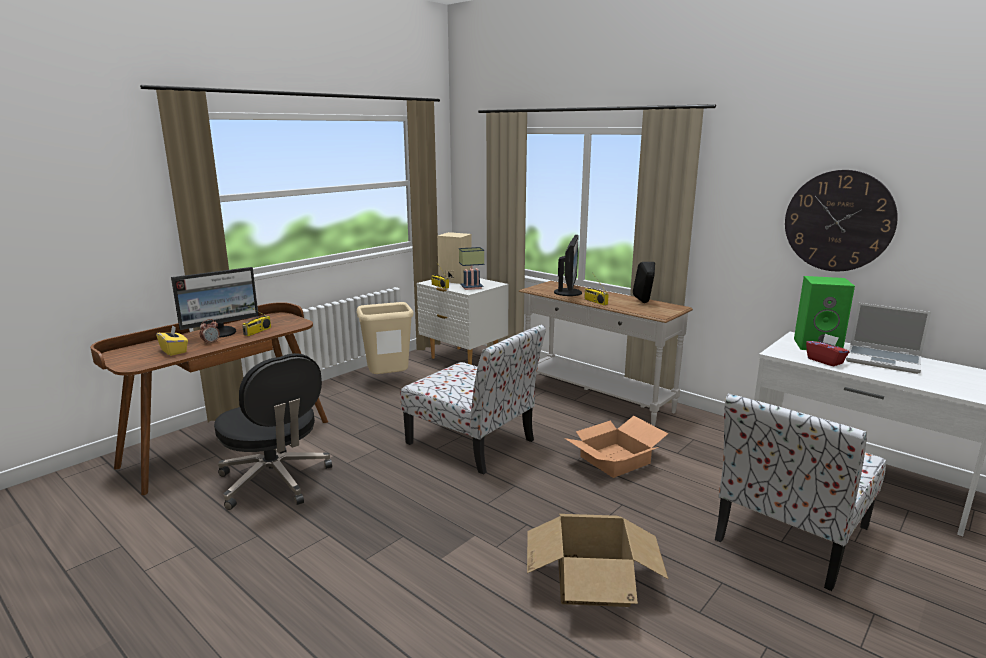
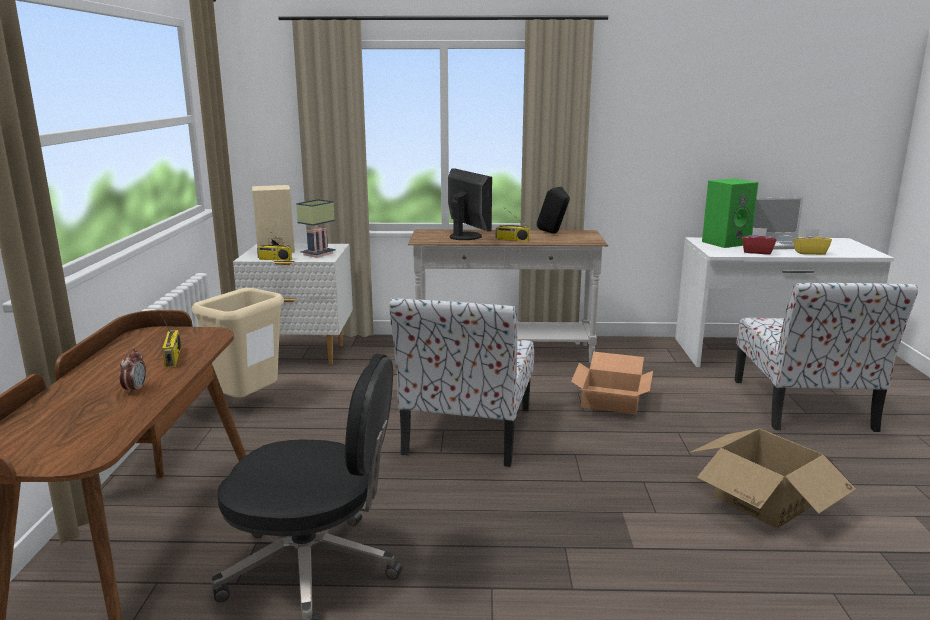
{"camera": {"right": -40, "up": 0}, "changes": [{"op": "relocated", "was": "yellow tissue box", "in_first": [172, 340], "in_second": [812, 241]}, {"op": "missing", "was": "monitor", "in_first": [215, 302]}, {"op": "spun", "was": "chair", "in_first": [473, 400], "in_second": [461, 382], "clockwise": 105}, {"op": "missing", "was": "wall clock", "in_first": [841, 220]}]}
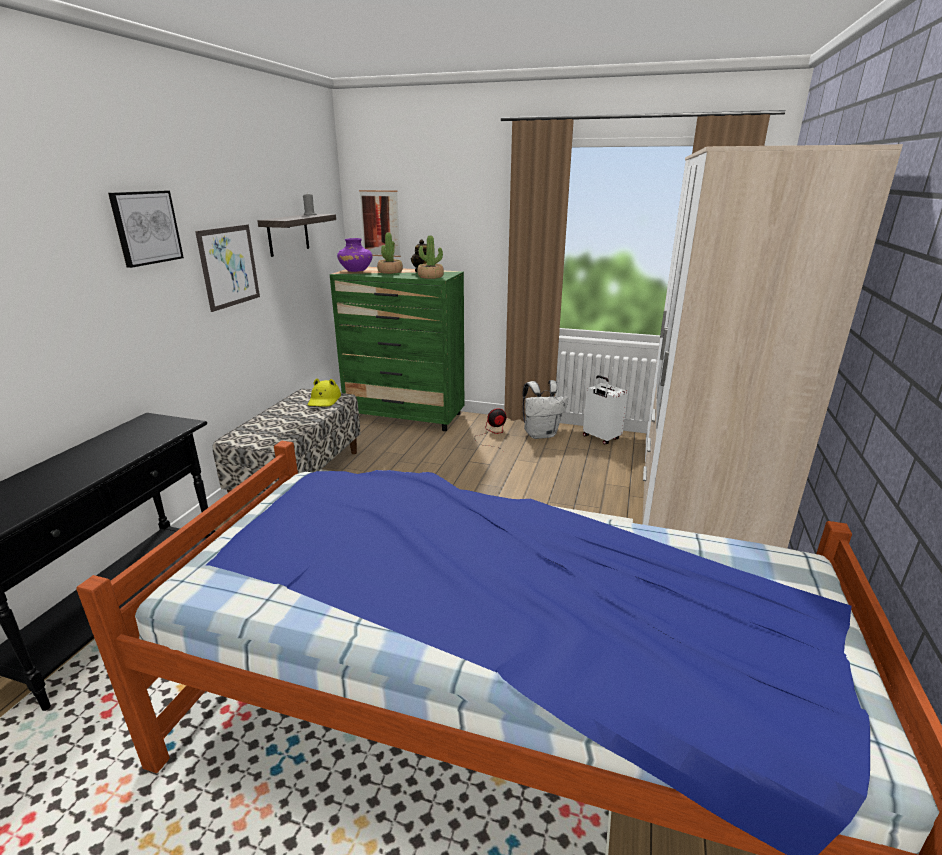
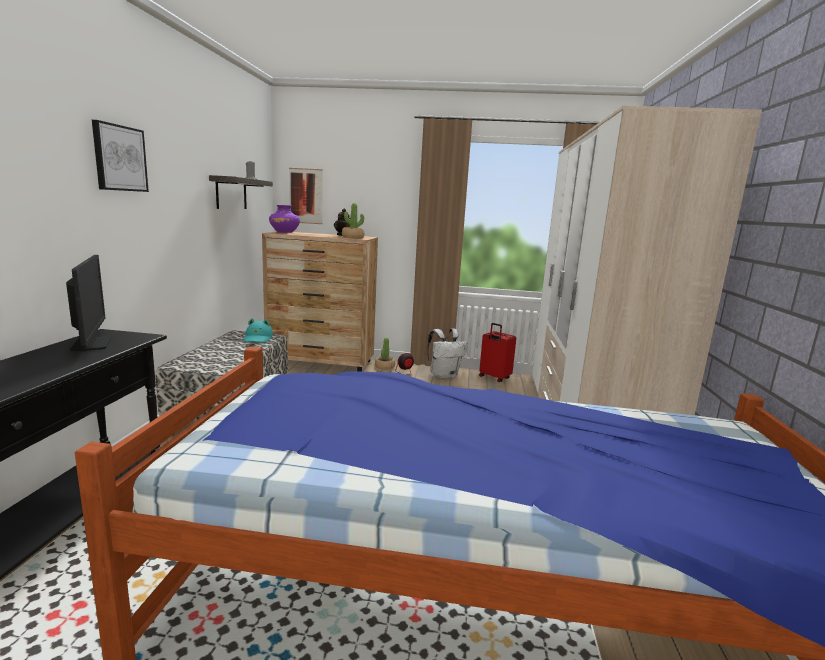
{"camera": {"right": -10, "up": -10}, "changes": [{"op": "missing", "was": "picture", "in_first": [227, 268]}, {"op": "colour", "was": "yellow hat", "now": "turquoise hat", "in_first": [324, 392], "in_second": [258, 330]}, {"op": "colour", "was": "green dresser", "now": "brown dresser", "in_first": [397, 349], "in_second": [320, 302]}, {"op": "relocated", "was": "potted plant", "in_first": [390, 253], "in_second": [385, 354]}, {"op": "colour", "was": "white suitcase", "now": "red suitcase", "in_first": [605, 410], "in_second": [497, 352]}, {"op": "appeared", "now": "monitor", "in_second": [88, 303]}]}
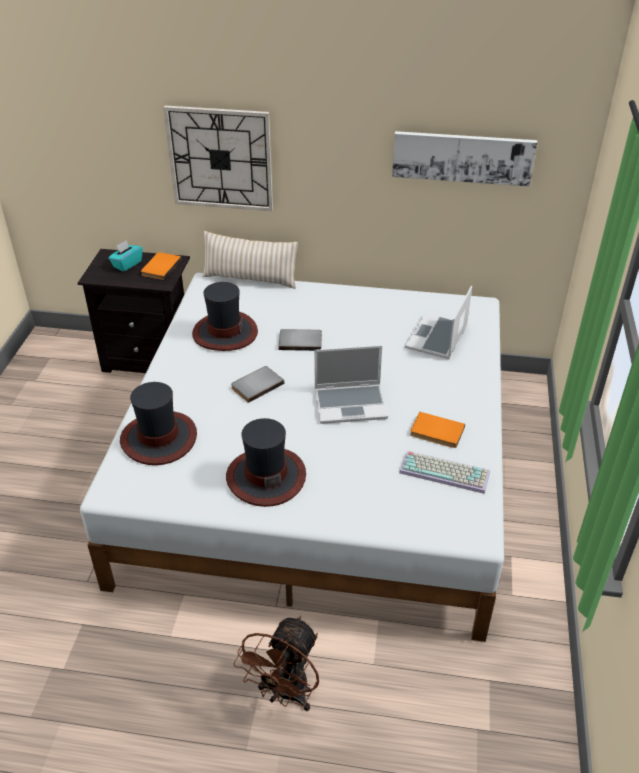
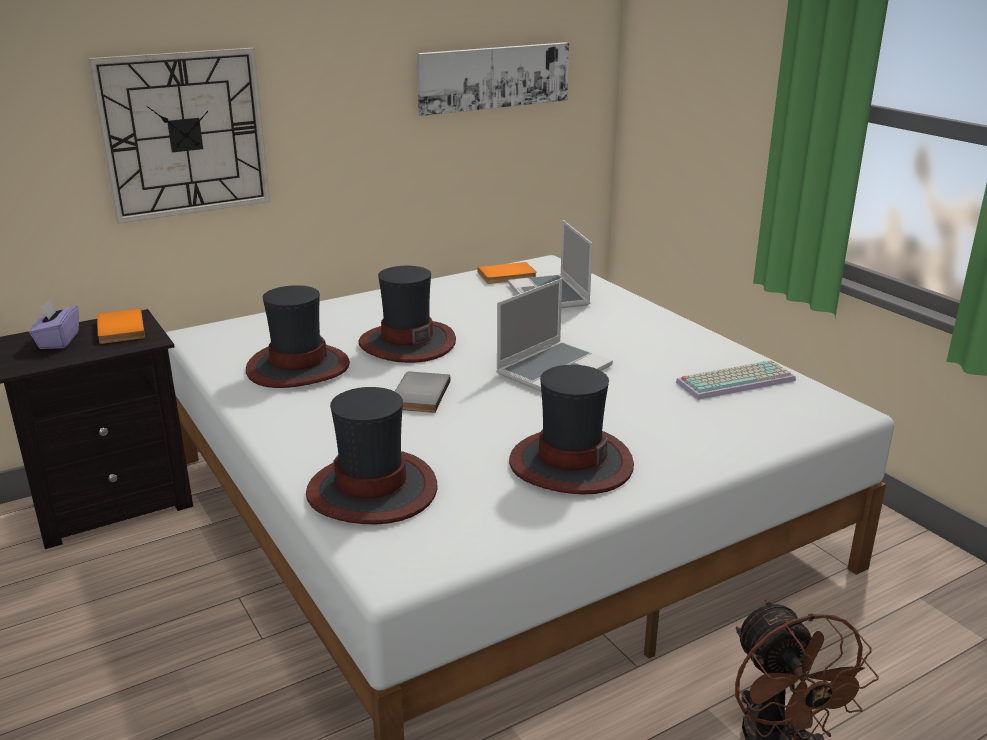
{"camera": {"right": -40, "up": -15}, "changes": [{"op": "colour", "was": "turquoise tissue box", "now": "purple tissue box", "in_first": [125, 256], "in_second": [54, 324]}, {"op": "missing", "was": "beige pillow", "in_first": [250, 260]}, {"op": "exchanged", "was": "grey book", "now": "hat", "in_first": [300, 340], "in_second": [407, 314]}, {"op": "relocated", "was": "orange book", "in_first": [437, 430], "in_second": [507, 273]}]}
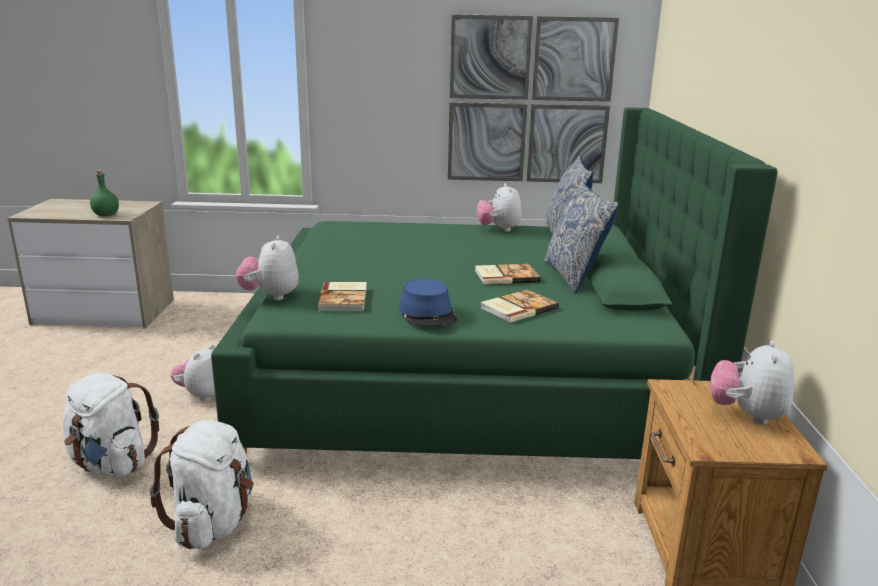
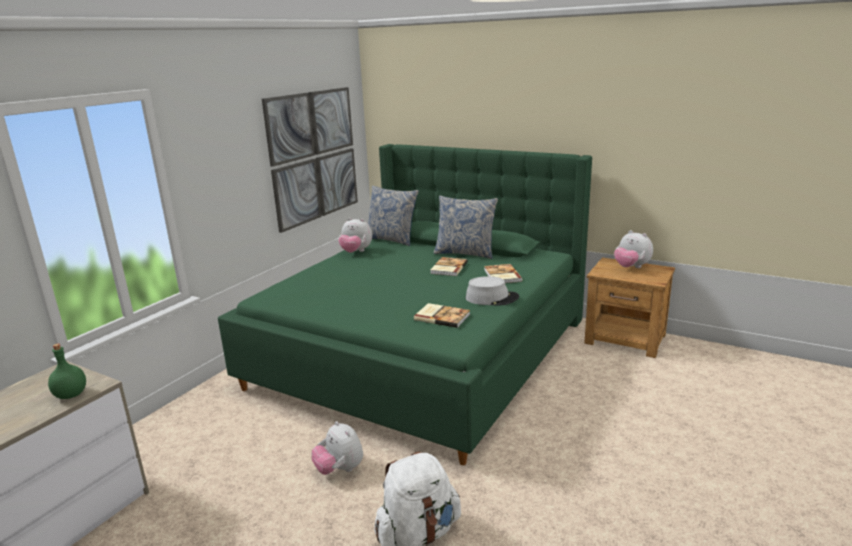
{"camera": {"right": -60, "up": 0}, "changes": [{"op": "missing", "was": "white backpack", "in_first": [202, 484]}, {"op": "missing", "was": "plush toy", "in_first": [267, 268]}, {"op": "colour", "was": "blue hat", "now": "grey hat", "in_first": [428, 303], "in_second": [492, 290]}]}
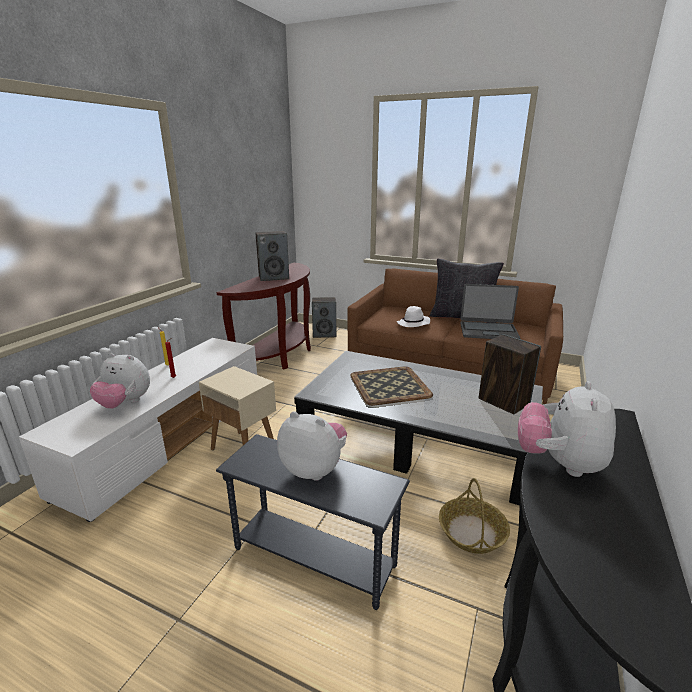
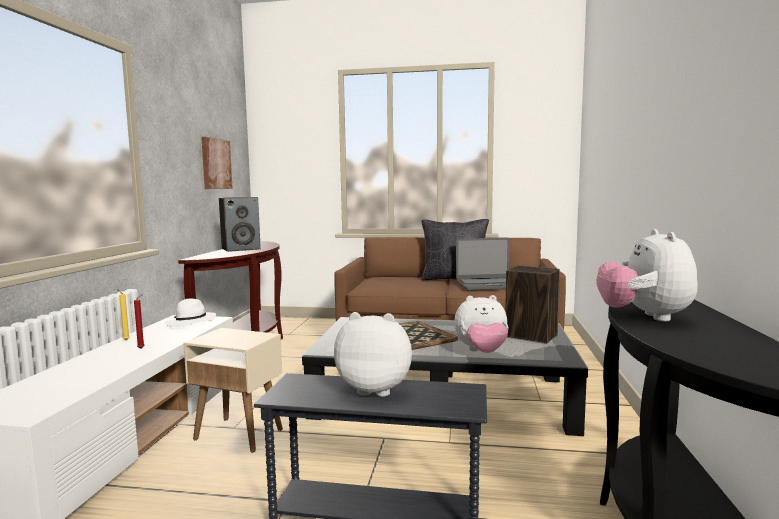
{"camera": {"right": -15, "up": -15}, "changes": [{"op": "relocated", "was": "plush toy", "in_first": [120, 381], "in_second": [481, 324]}, {"op": "missing", "was": "speaker", "in_first": [324, 317]}, {"op": "relocated", "was": "white hat", "in_first": [413, 316], "in_second": [190, 312]}, {"op": "missing", "was": "basket", "in_first": [474, 516]}, {"op": "appeared", "now": "picture", "in_second": [217, 163]}]}
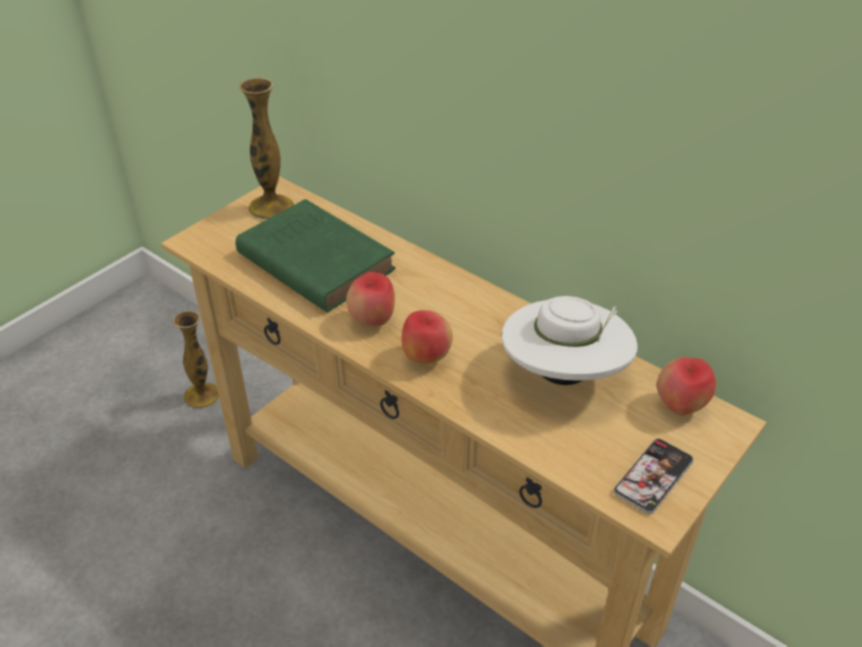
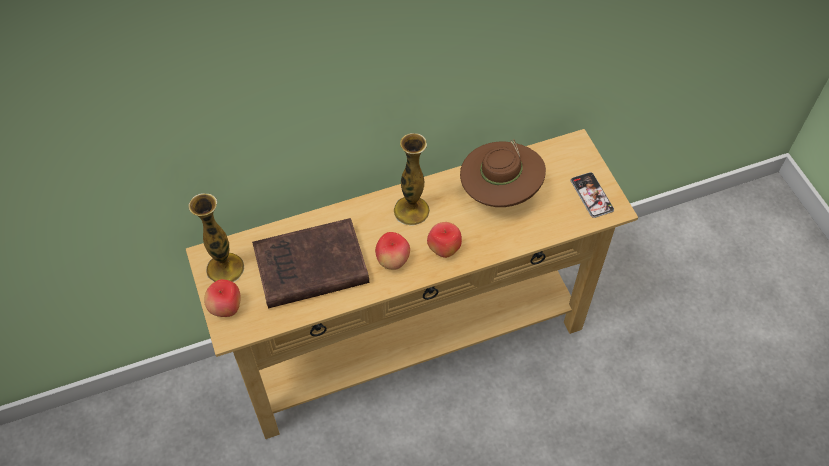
{"camera": {"right": -60, "up": 15}, "changes": [{"op": "relocated", "was": "vase", "in_first": [196, 359], "in_second": [412, 179]}, {"op": "colour", "was": "green book", "now": "brown book", "in_first": [316, 255], "in_second": [311, 263]}, {"op": "colour", "was": "white hat", "now": "brown hat", "in_first": [569, 340], "in_second": [503, 173]}, {"op": "relocated", "was": "apple", "in_first": [686, 386], "in_second": [222, 298]}]}
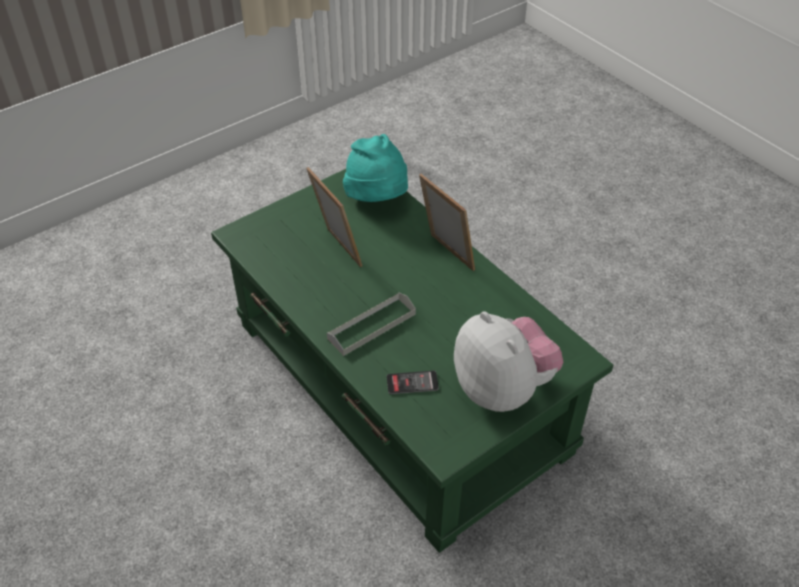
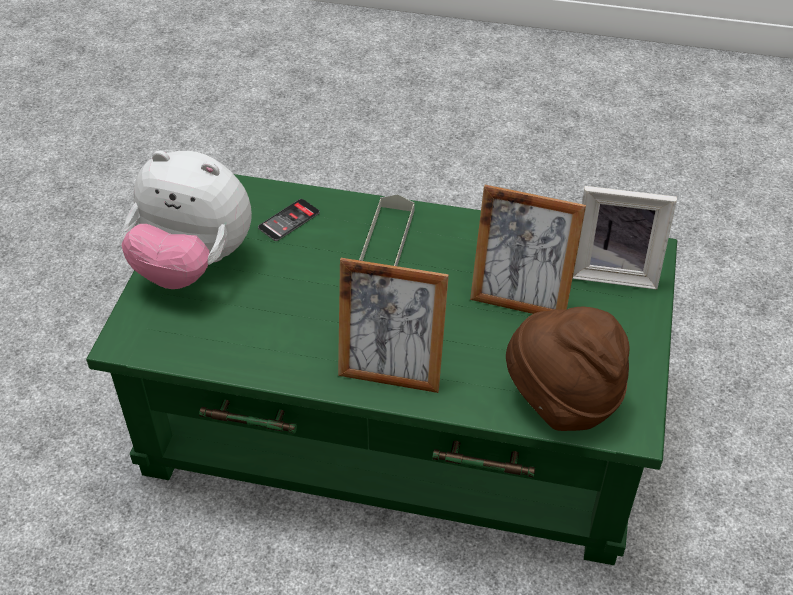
{"camera": {"right": 140, "up": 0}, "changes": [{"op": "colour", "was": "turquoise hat", "now": "brown hat", "in_first": [375, 168], "in_second": [567, 368]}, {"op": "appeared", "now": "picture frame", "in_second": [625, 238]}]}
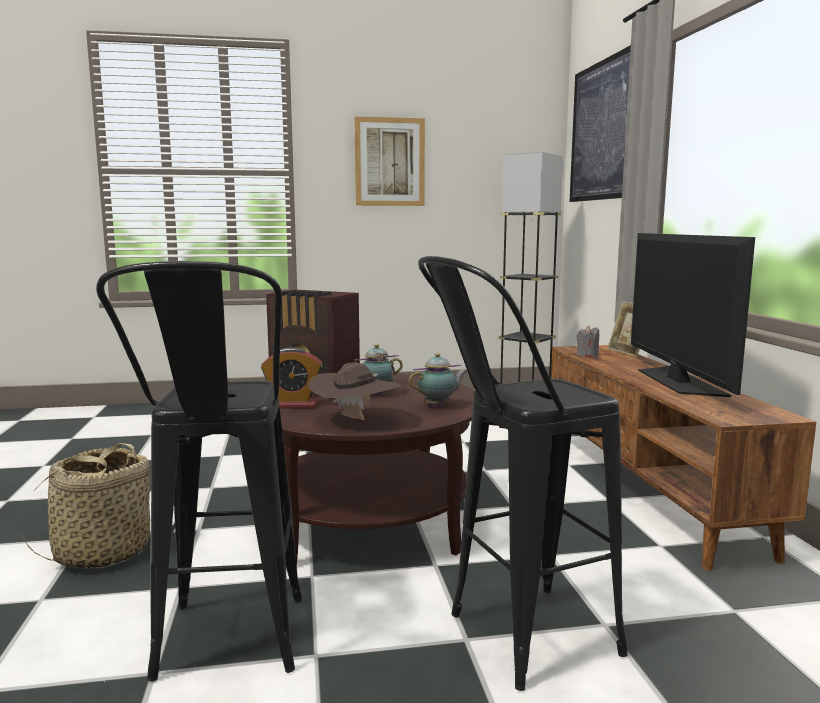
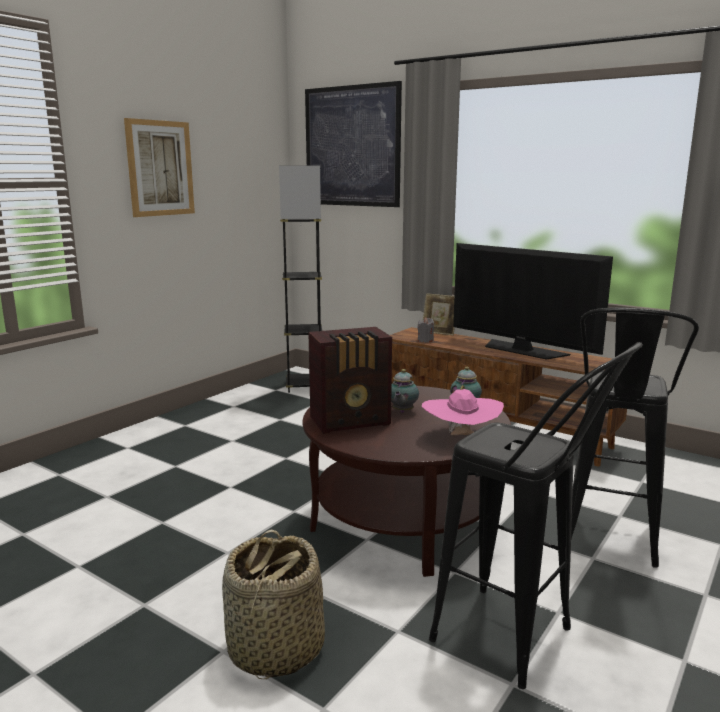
{"camera": {"right": -45, "up": 5}, "changes": [{"op": "missing", "was": "alarm clock", "in_first": [292, 377]}, {"op": "colour", "was": "brown hat", "now": "pink hat", "in_first": [354, 391], "in_second": [463, 412]}]}
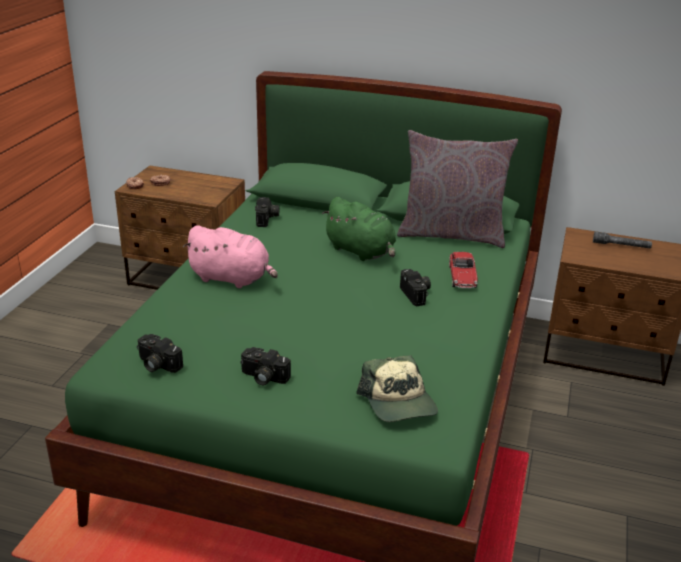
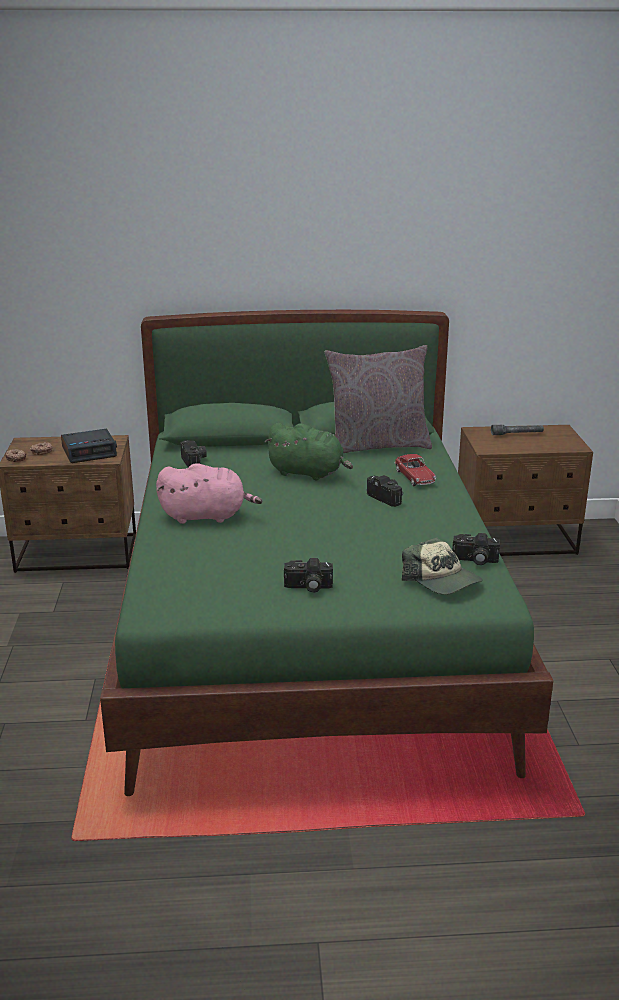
{"camera": {"right": -20, "up": -5}, "changes": [{"op": "relocated", "was": "photo camera", "in_first": [160, 353], "in_second": [476, 549]}, {"op": "appeared", "now": "alarm clock", "in_second": [89, 446]}]}
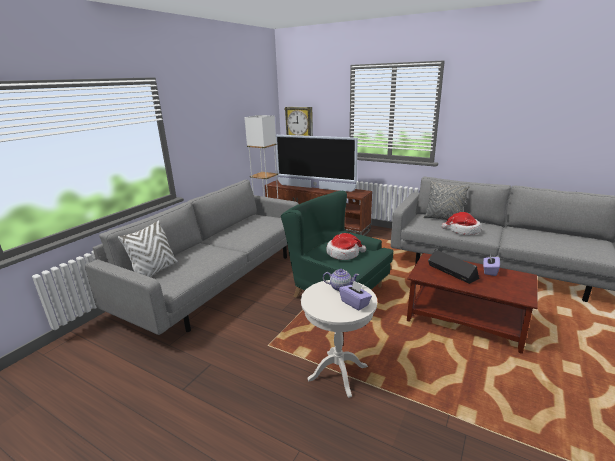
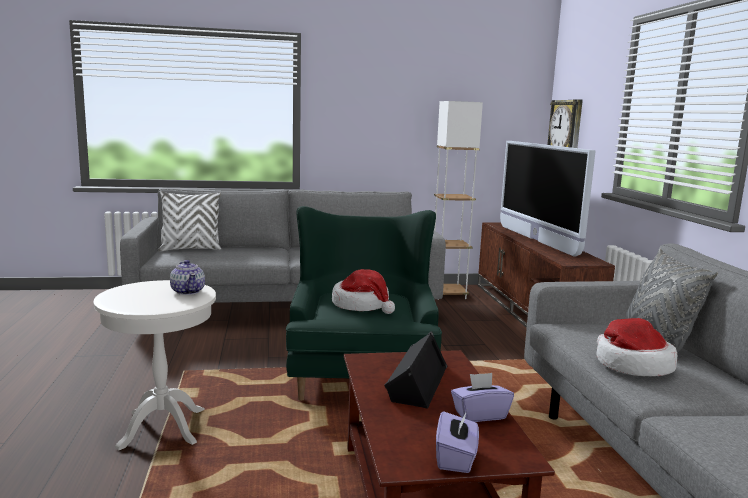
{"camera": {"right": 50, "up": -10}, "changes": [{"op": "relocated", "was": "purple tissue box", "in_first": [355, 295], "in_second": [457, 442]}]}
